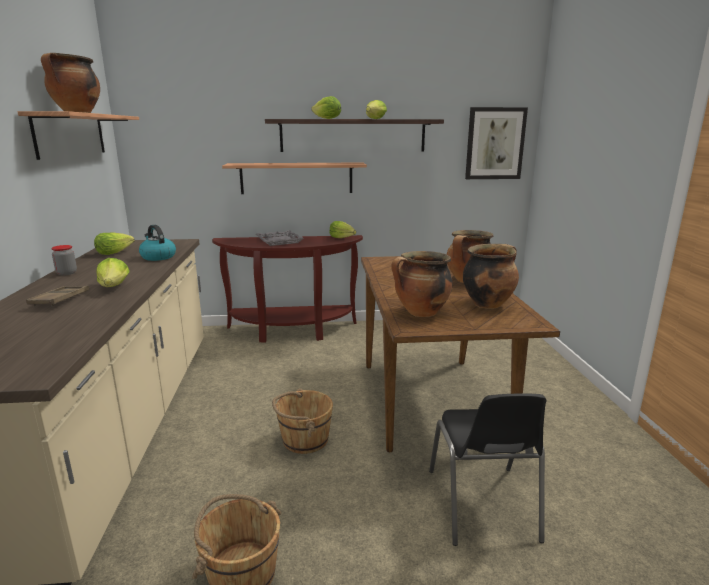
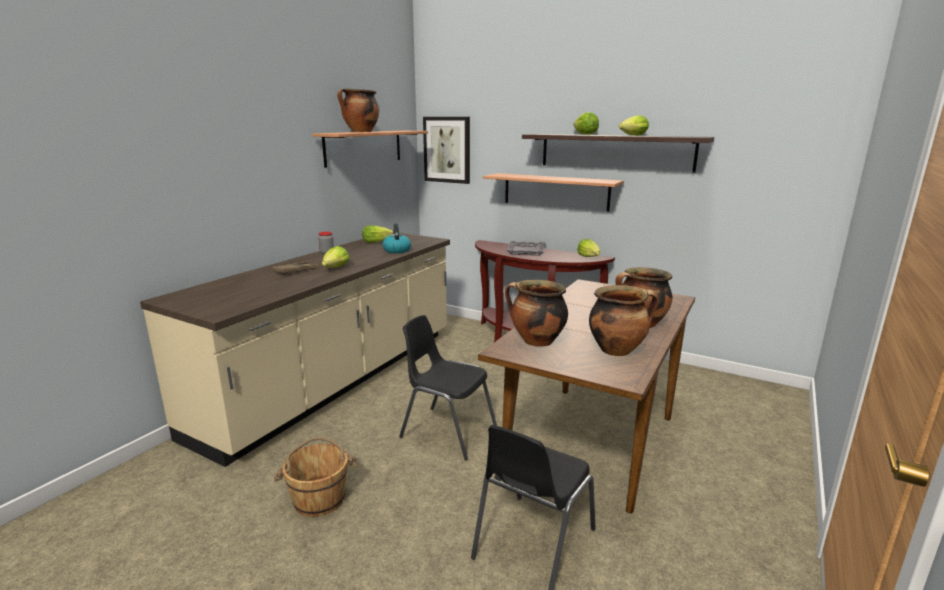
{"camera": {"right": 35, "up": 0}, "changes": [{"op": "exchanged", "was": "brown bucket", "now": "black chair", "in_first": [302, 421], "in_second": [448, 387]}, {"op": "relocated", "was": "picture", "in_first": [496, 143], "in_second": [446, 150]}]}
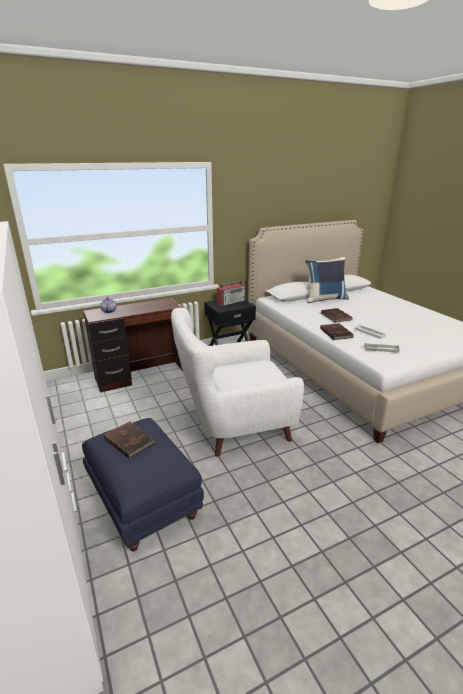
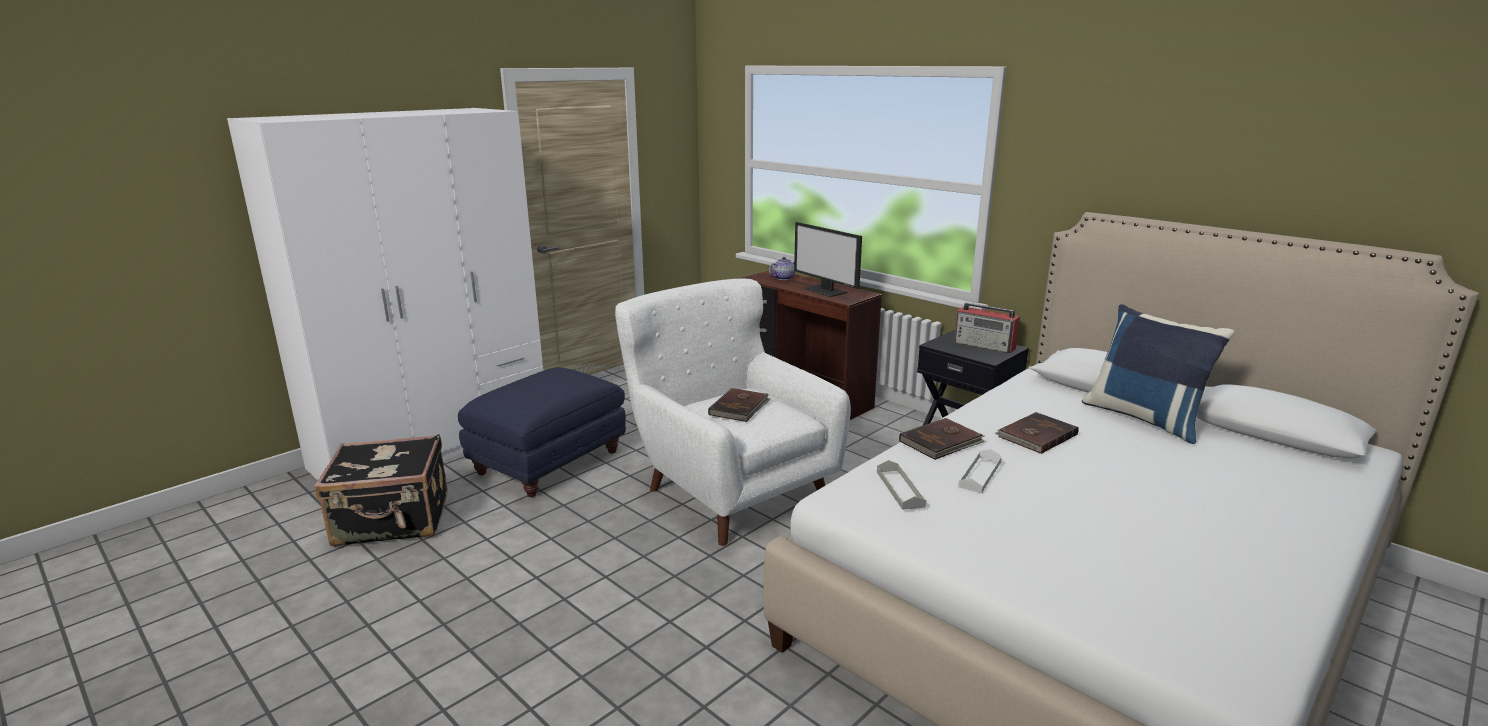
{"camera": {"right": 70, "up": -5}, "changes": [{"op": "relocated", "was": "brown book", "in_first": [129, 440], "in_second": [739, 405]}, {"op": "appeared", "now": "black suitcase", "in_second": [381, 490]}, {"op": "appeared", "now": "monitor", "in_second": [828, 259]}]}
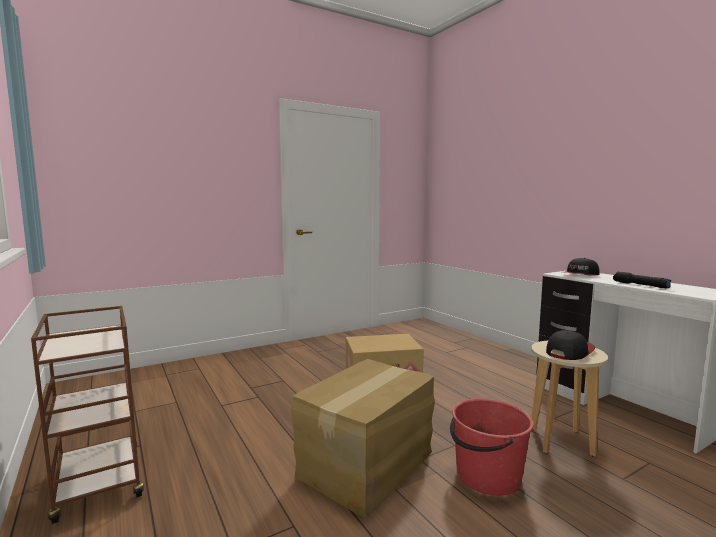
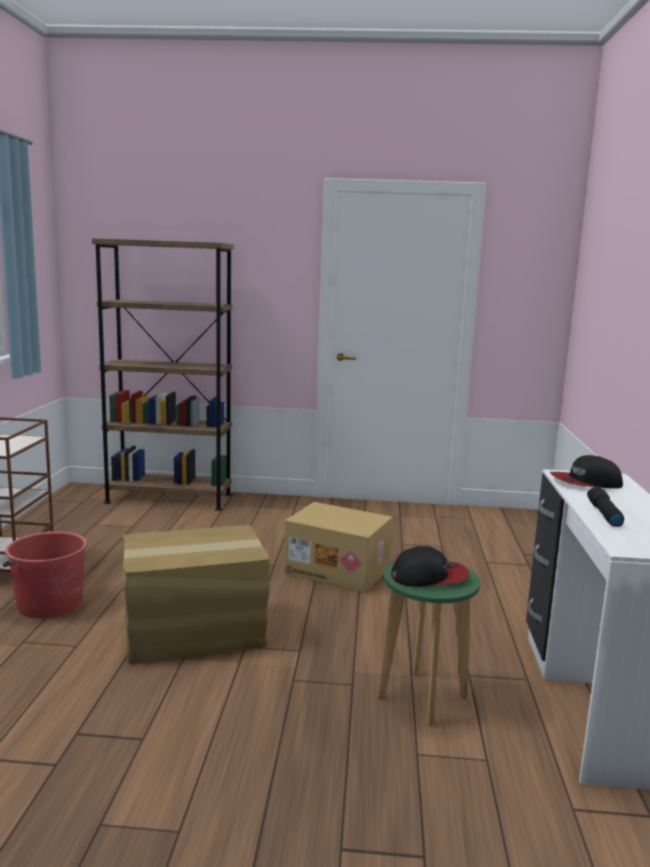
{"camera": {"right": 35, "up": 5}, "changes": [{"op": "relocated", "was": "red bucket", "in_first": [492, 447], "in_second": [45, 574]}, {"op": "colour", "was": "beige stool", "now": "green stool", "in_first": [569, 399], "in_second": [429, 643]}, {"op": "appeared", "now": "brown bookcase", "in_second": [163, 374]}]}
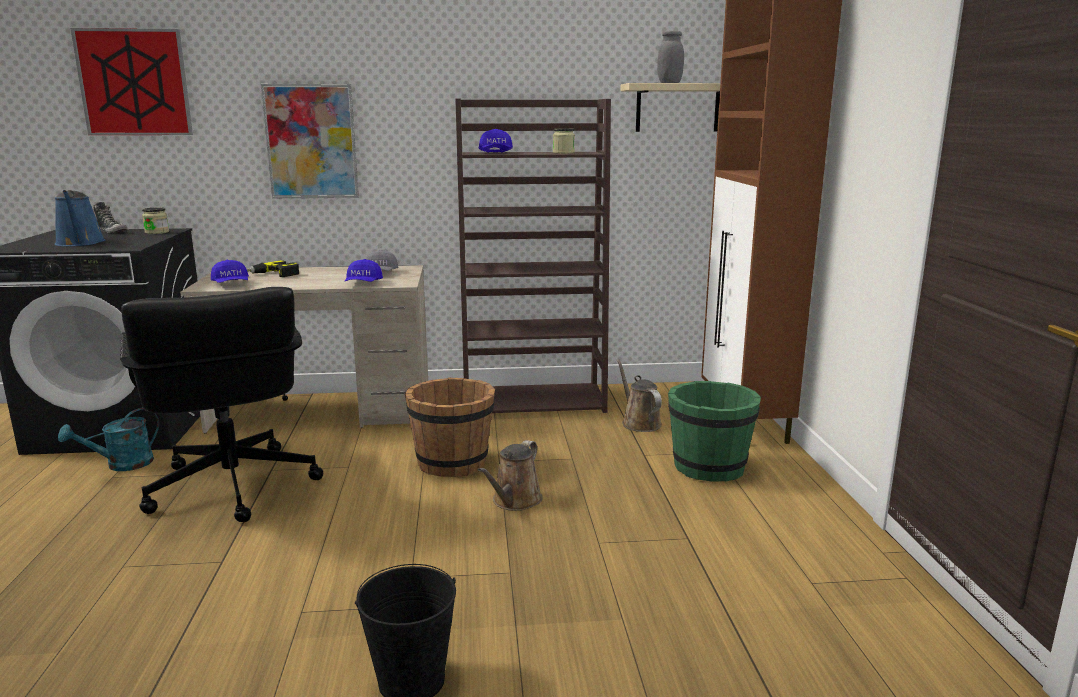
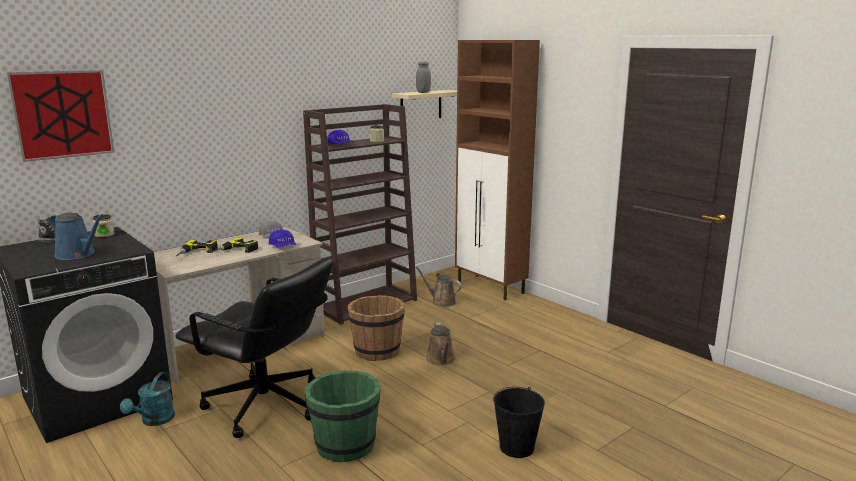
{"camera": {"right": -35, "up": 0}, "changes": [{"op": "missing", "was": "blue cap", "in_first": [230, 271]}, {"op": "missing", "was": "picture", "in_first": [310, 141]}, {"op": "relocated", "was": "green bucket", "in_first": [714, 431], "in_second": [342, 416]}, {"op": "appeared", "now": "power drill", "in_second": [234, 245]}]}
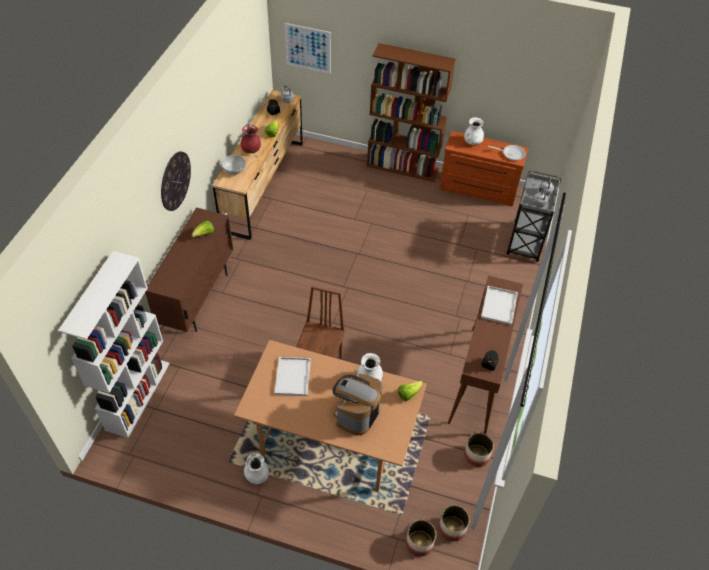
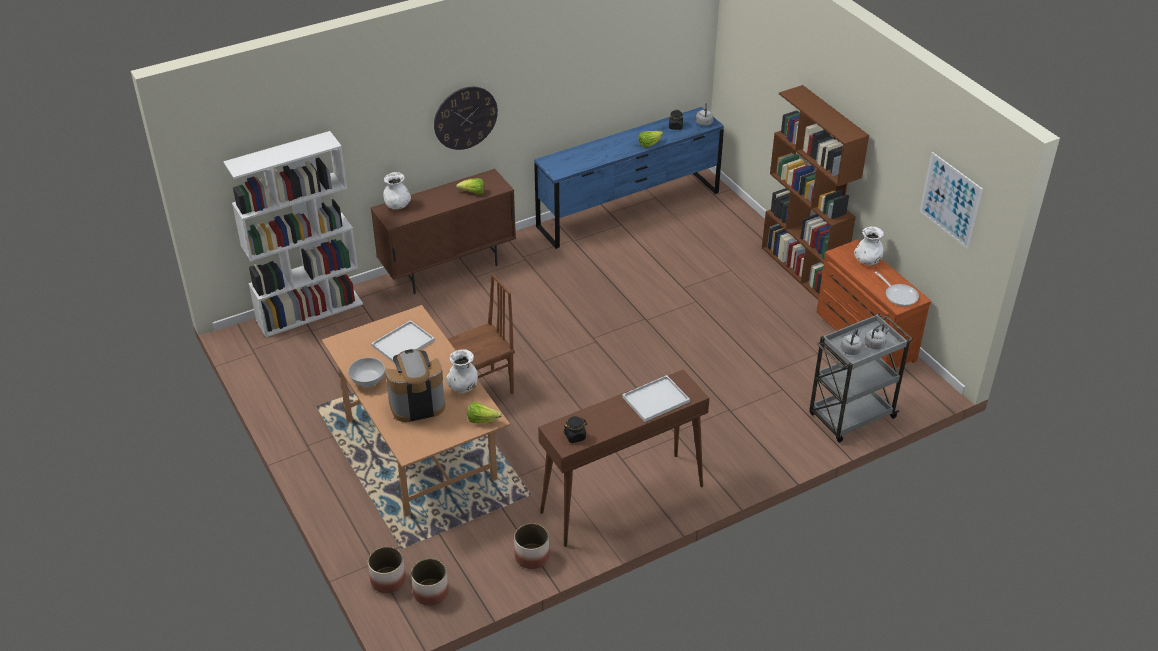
{"camera": {"right": 45, "up": -10}, "changes": [{"op": "colour", "was": "brown dresser", "now": "blue dresser", "in_first": [258, 165], "in_second": [629, 178]}, {"op": "relocated", "was": "white bowl", "in_first": [234, 165], "in_second": [366, 372]}, {"op": "missing", "was": "red vase", "in_first": [251, 139]}, {"op": "relocated", "was": "white vase", "in_first": [256, 468], "in_second": [397, 190]}, {"op": "relocated", "was": "picture", "in_first": [308, 48], "in_second": [951, 200]}]}
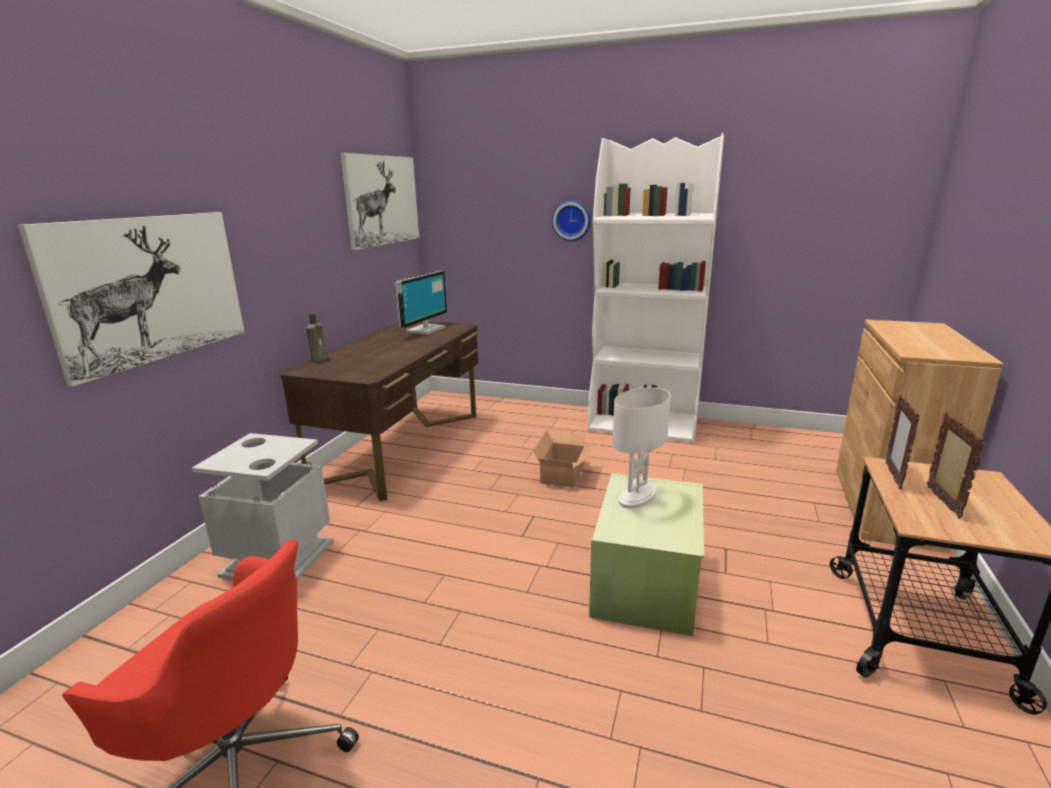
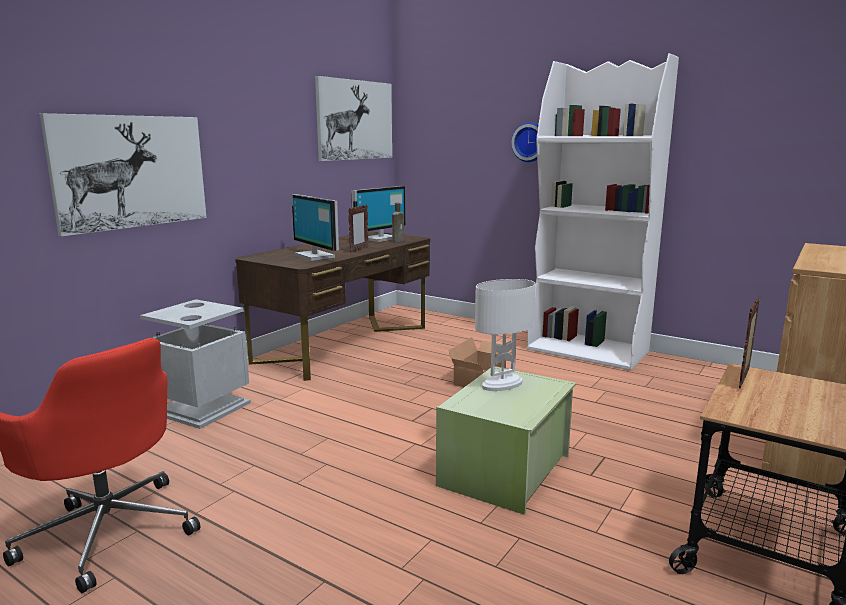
{"camera": {"right": 15, "up": -5}, "changes": [{"op": "relocated", "was": "brown bottle", "in_first": [316, 337], "in_second": [398, 223]}, {"op": "relocated", "was": "picture frame", "in_first": [956, 465], "in_second": [358, 228]}, {"op": "appeared", "now": "monitor", "in_second": [315, 227]}]}
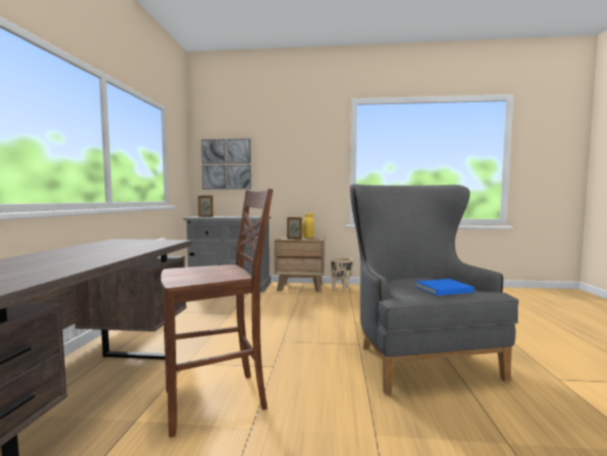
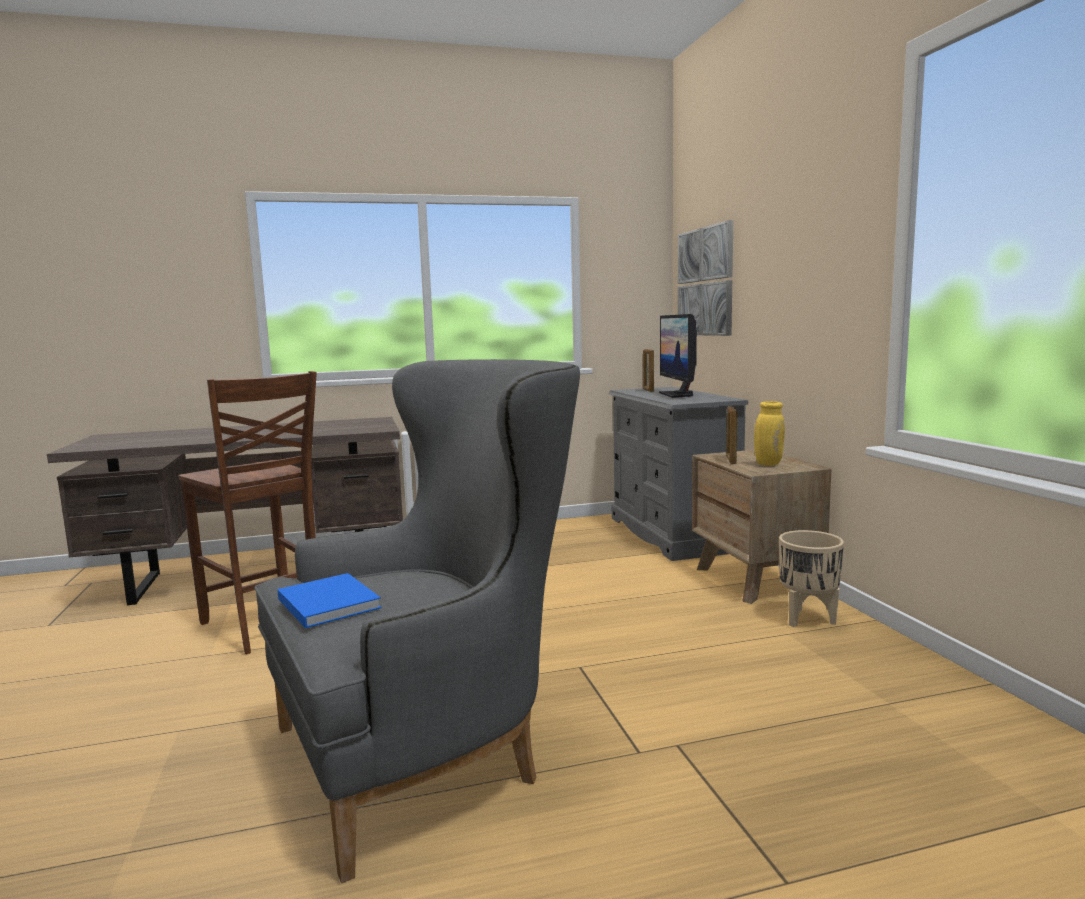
{"camera": {"right": 70, "up": 5}, "changes": [{"op": "appeared", "now": "monitor", "in_second": [678, 356]}]}
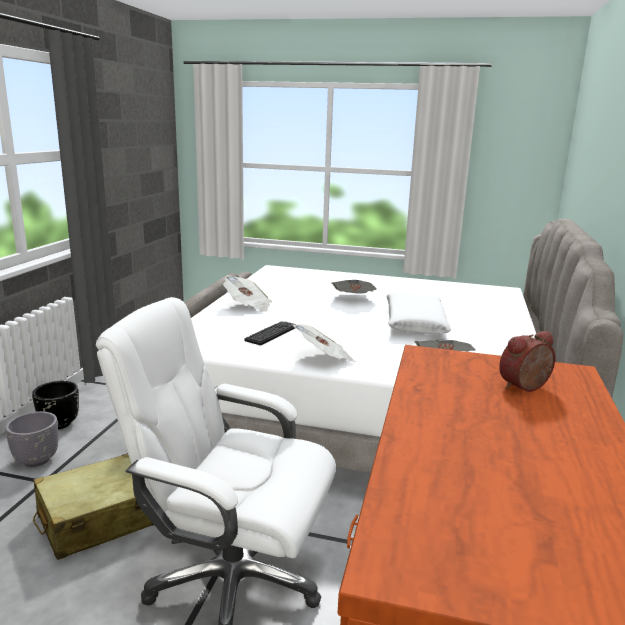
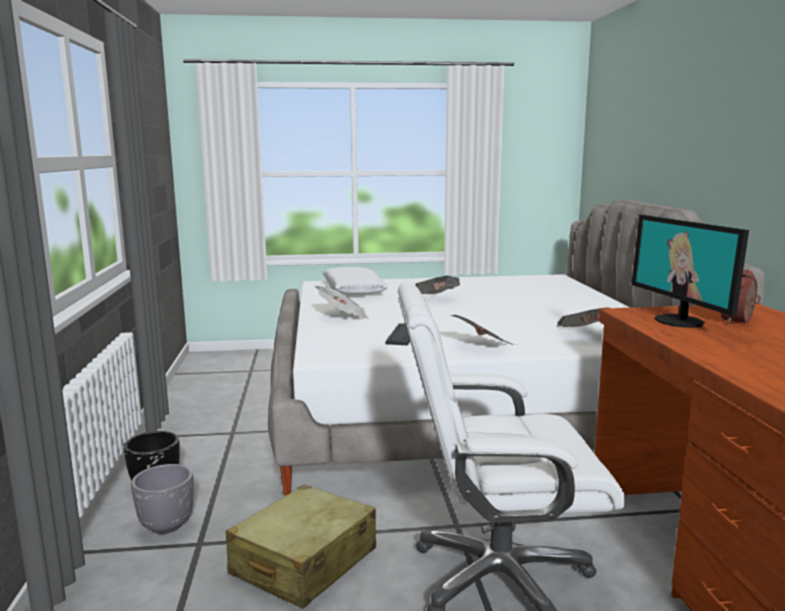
{"camera": {"right": -20, "up": -5}, "changes": [{"op": "relocated", "was": "white pillow", "in_first": [418, 313], "in_second": [355, 280]}, {"op": "appeared", "now": "monitor", "in_second": [690, 271]}]}
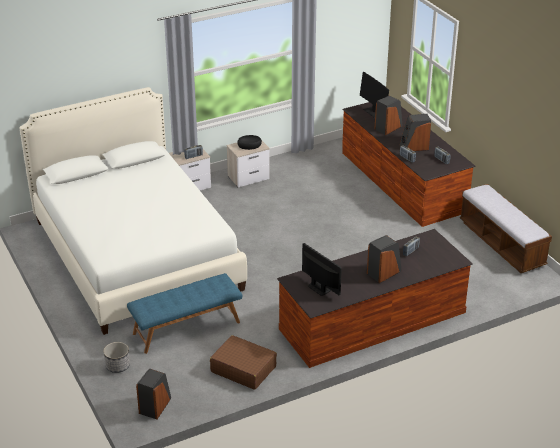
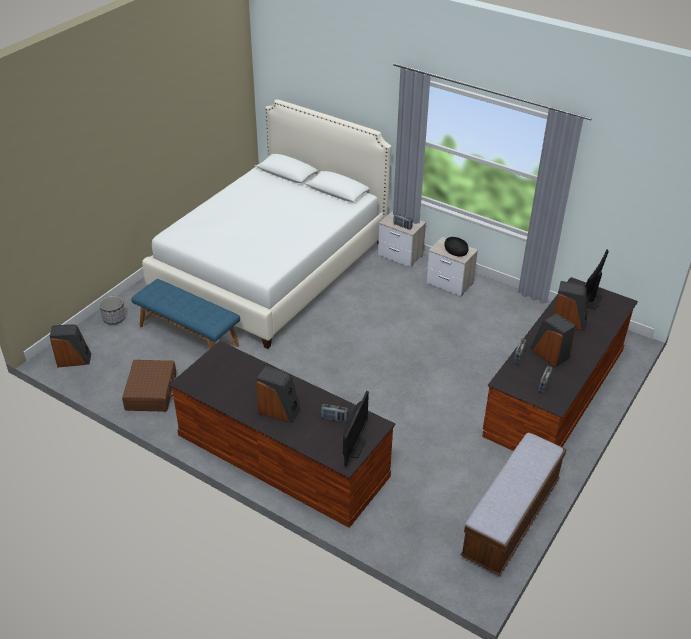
{"camera": {"right": 60, "up": 5}, "changes": [{"op": "relocated", "was": "monitor", "in_first": [322, 269], "in_second": [355, 429]}]}
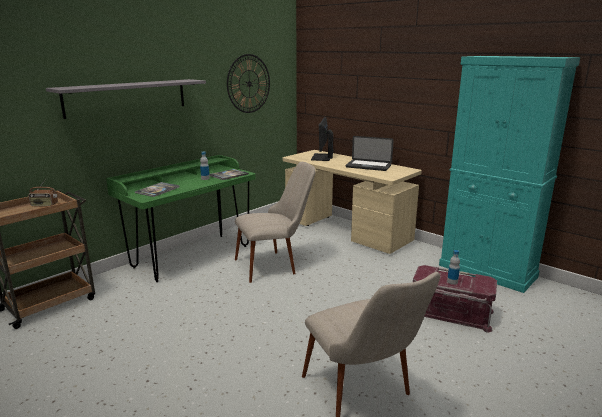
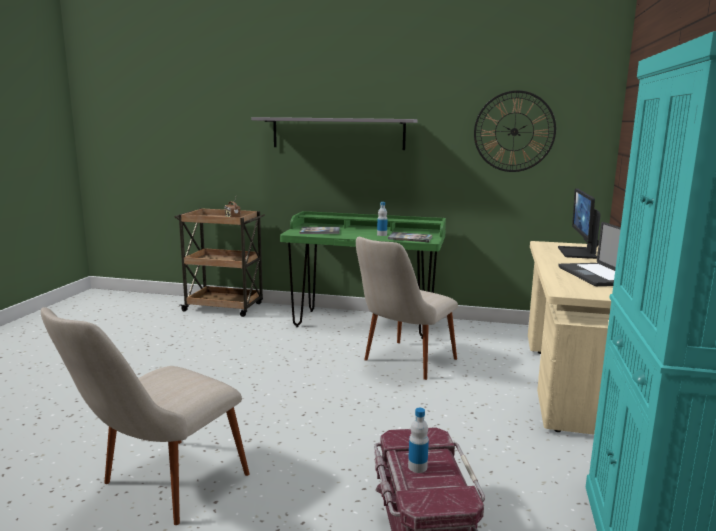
{"camera": {"right": 60, "up": -5}, "changes": [{"op": "spun", "was": "beige chair", "in_first": [275, 222], "in_second": [407, 308], "clockwise": 90}, {"op": "spun", "was": "monitor", "in_first": [322, 139], "in_second": [579, 224], "clockwise": -60}]}
